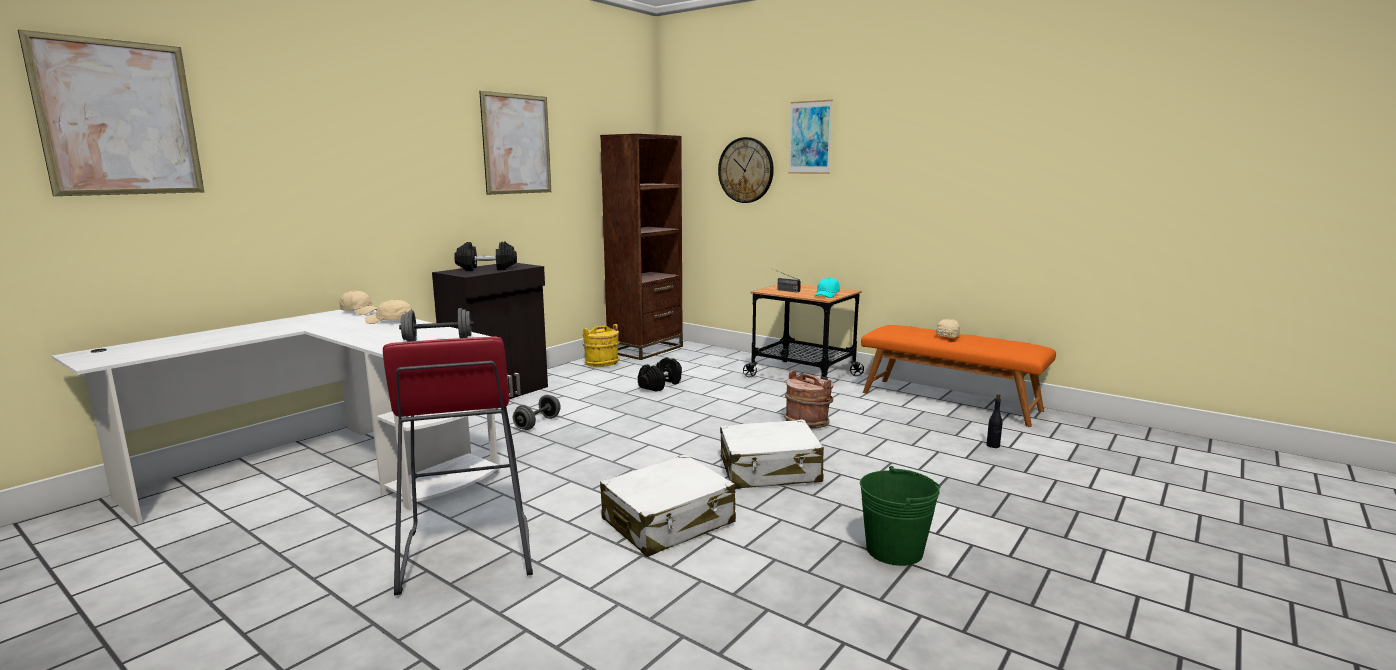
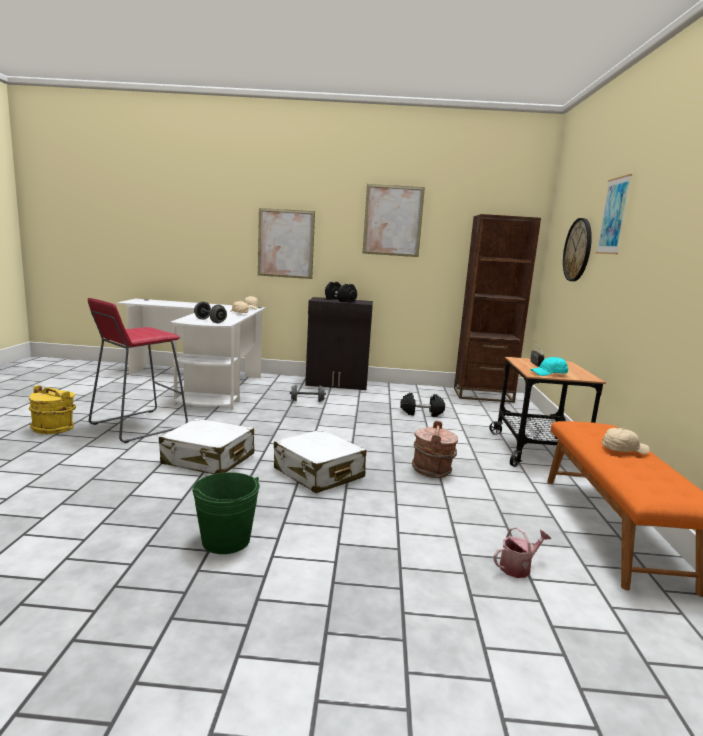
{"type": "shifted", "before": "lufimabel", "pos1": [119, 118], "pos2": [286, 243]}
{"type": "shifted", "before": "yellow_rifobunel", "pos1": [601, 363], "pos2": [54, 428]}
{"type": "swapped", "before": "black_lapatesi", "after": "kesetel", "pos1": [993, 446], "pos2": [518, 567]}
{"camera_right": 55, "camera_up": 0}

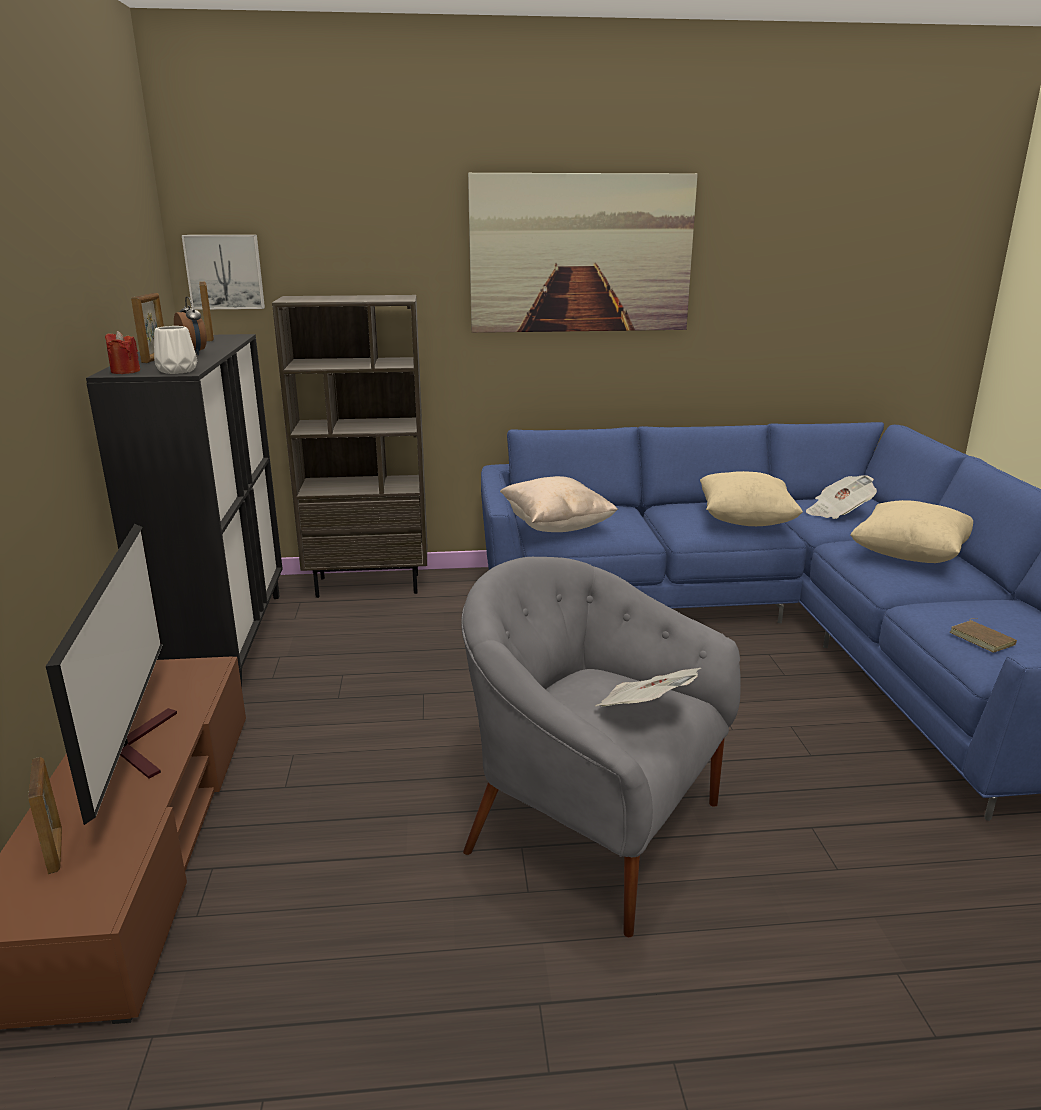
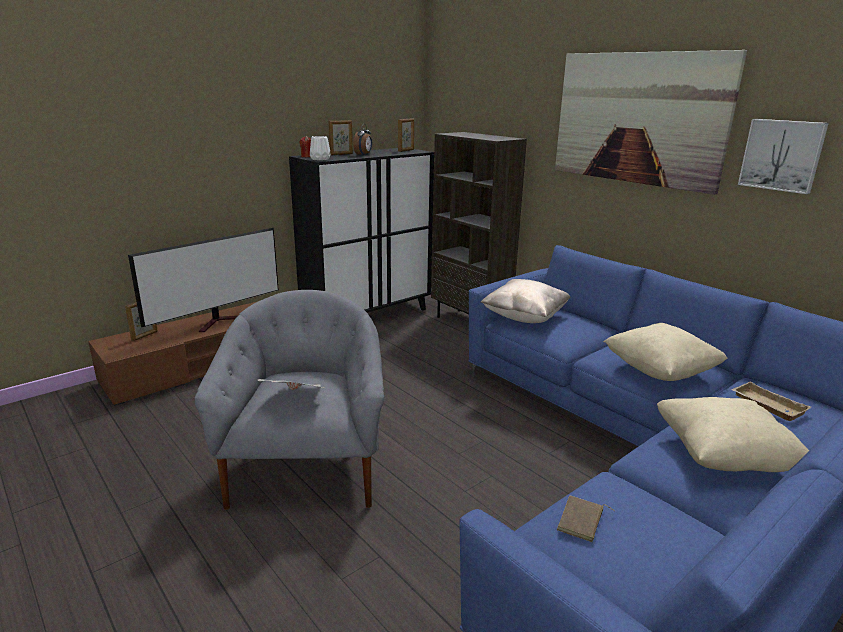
{"type": "shifted", "before": "lufimabel", "pos1": [225, 272], "pos2": [782, 155]}
{"type": "swapped", "before": "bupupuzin", "after": "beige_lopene", "pos1": [838, 513], "pos2": [766, 405]}
{"camera_right": 55, "camera_up": 0}

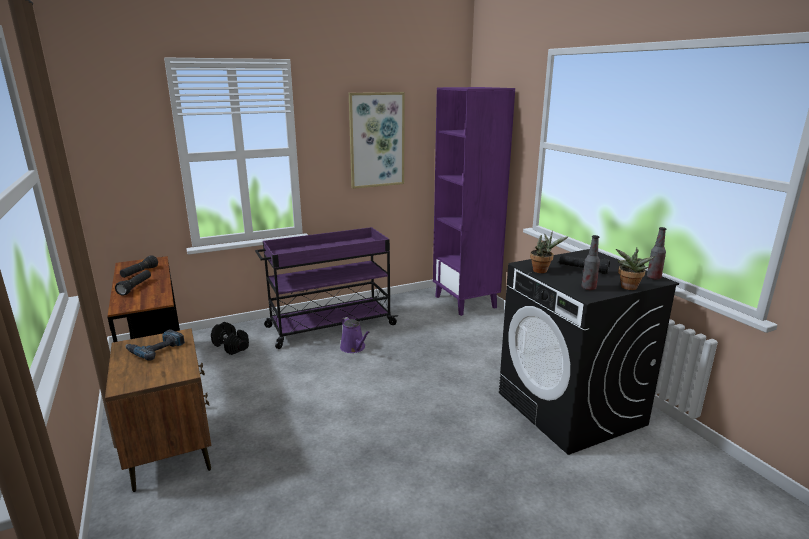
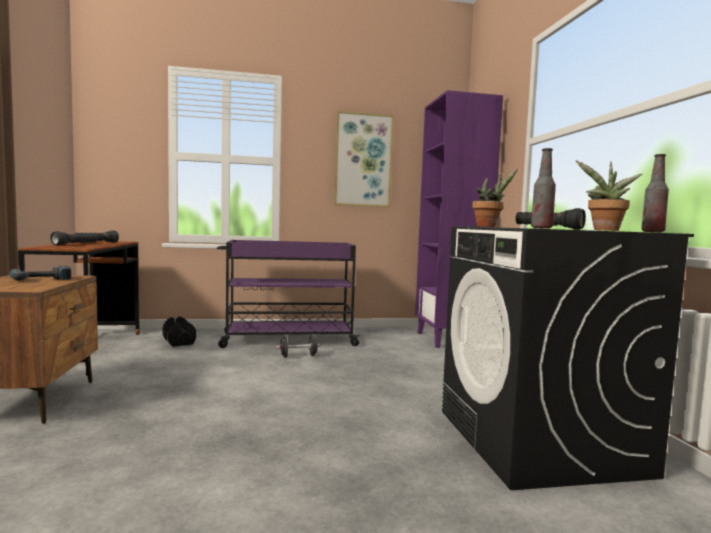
{"type": "swapped", "before": "purple_kesetel", "after": "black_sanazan", "pos1": [354, 348], "pos2": [298, 356]}
{"camera_right": 15, "camera_up": -15}

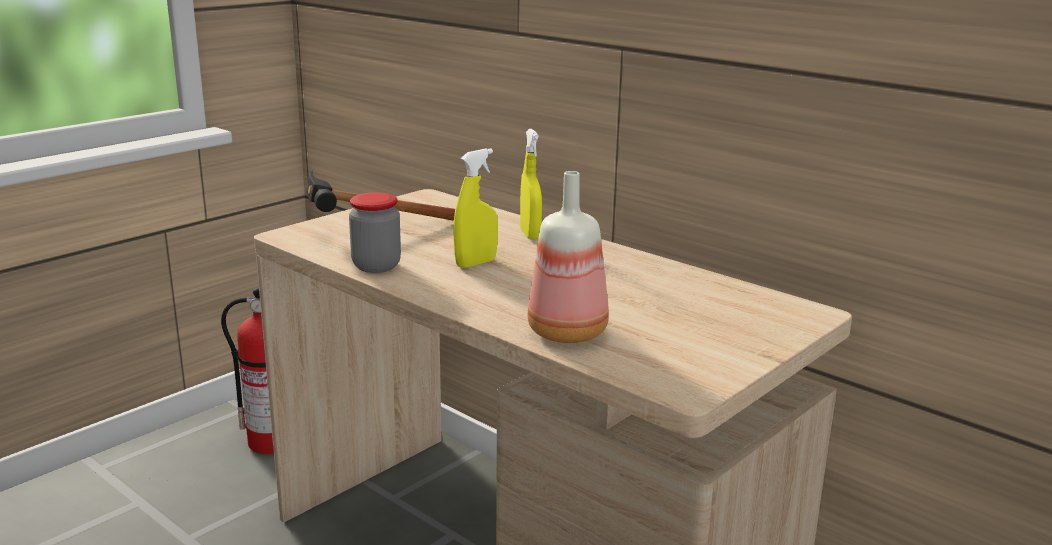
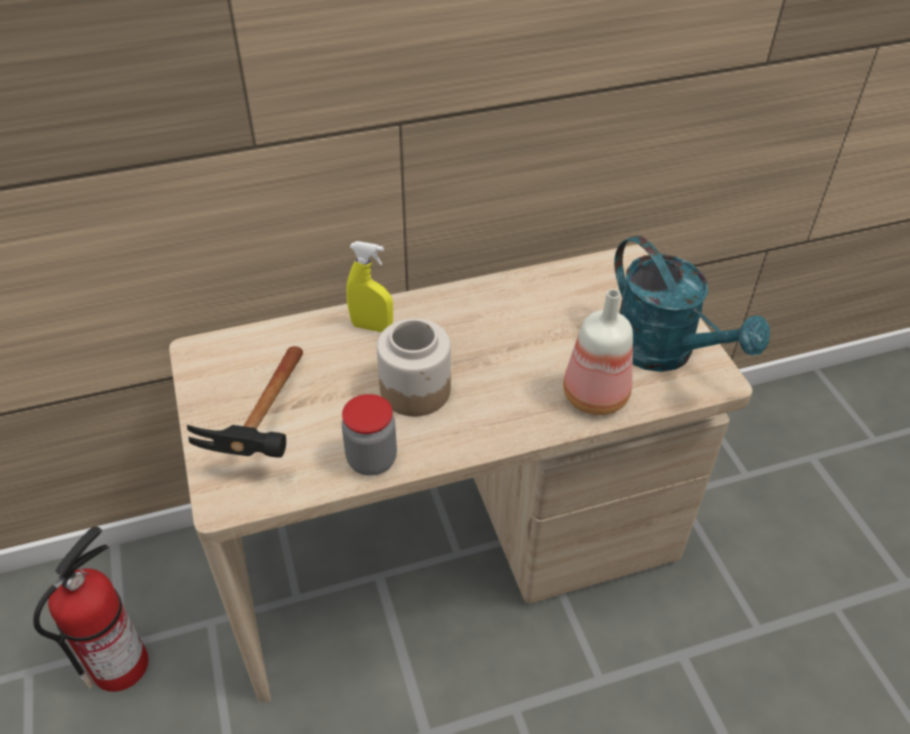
{"type": "swapped", "before": "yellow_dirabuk", "after": "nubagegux", "pos1": [476, 263], "pos2": [416, 389]}
{"type": "new", "after": "turquoise_kesetel", "pos2": [665, 353]}
{"camera_right": -60, "camera_up": 25}

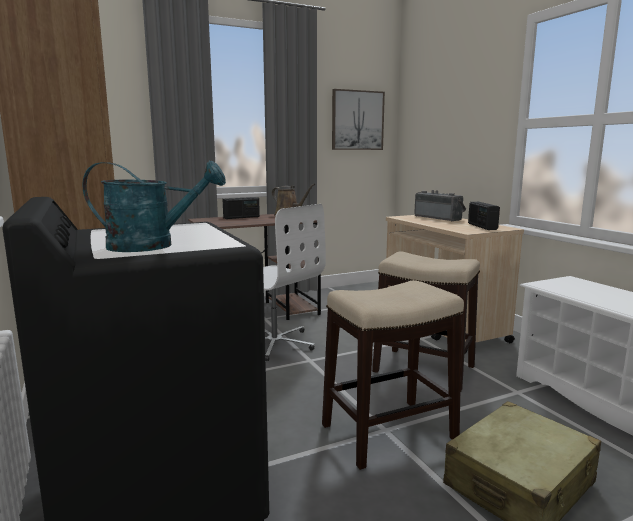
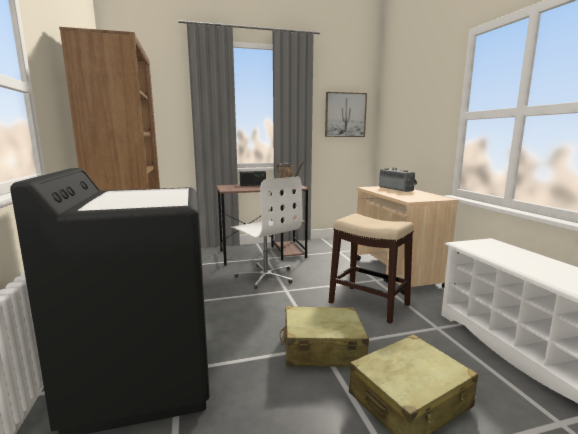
{"type": "gone", "before": "turquoise_kesetel", "pos1": [153, 246]}
{"type": "swapped", "before": "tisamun", "after": "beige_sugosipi", "pos1": [387, 432], "pos2": [322, 349]}
{"type": "gone", "before": "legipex", "pos1": [482, 226]}
{"camera_right": 10, "camera_up": 0}

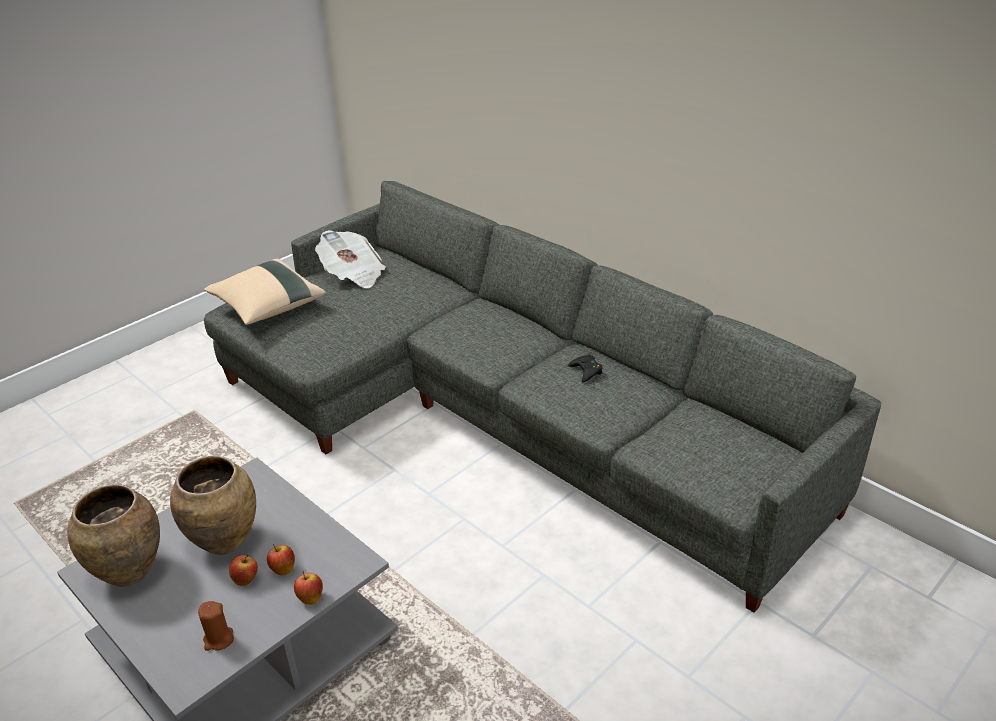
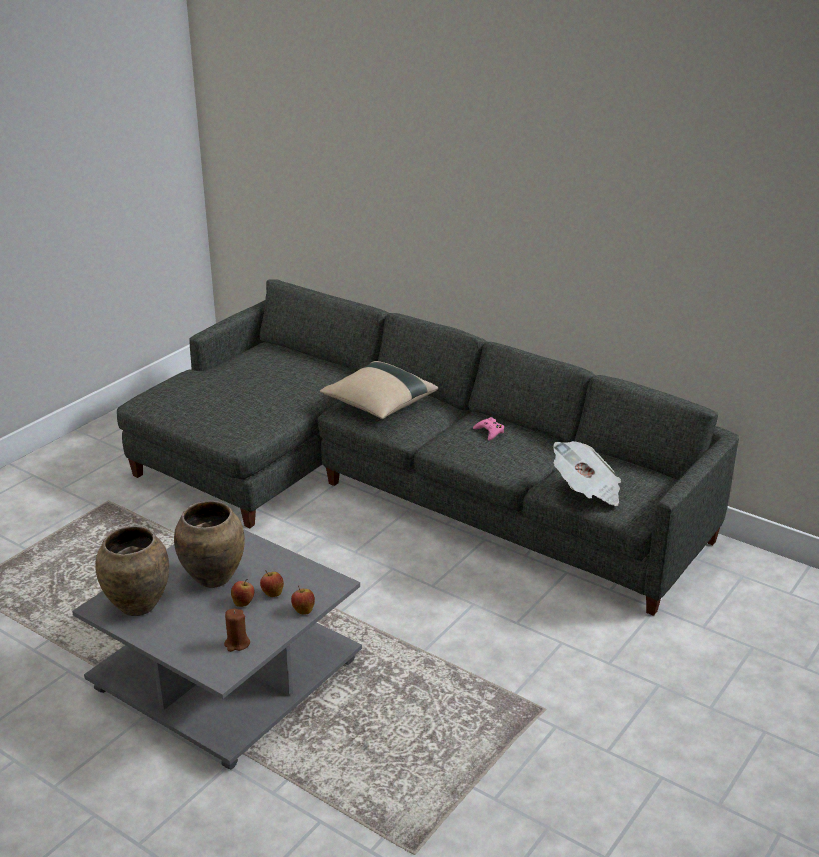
{"type": "shifted", "before": "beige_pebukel", "pos1": [267, 307], "pos2": [379, 405]}
{"type": "shifted", "before": "bupupuzin", "pos1": [353, 274], "pos2": [587, 490]}
{"type": "repainted", "before": "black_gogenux", "after": "pink_gogenux", "pos1": [586, 371], "pos2": [489, 432]}
{"camera_right": -10, "camera_up": -5}

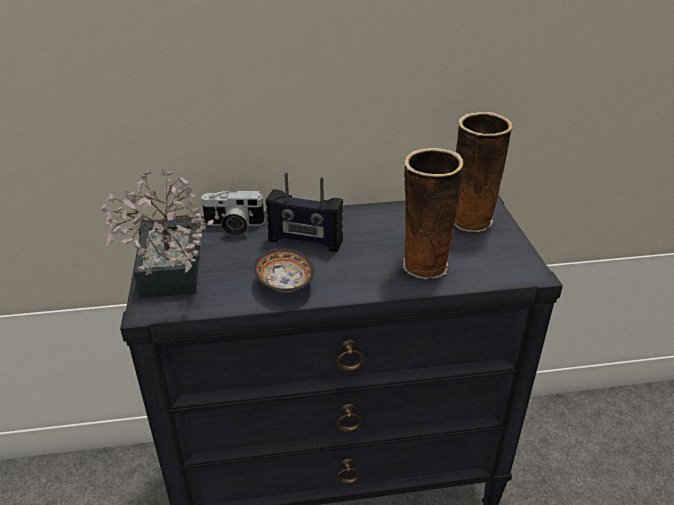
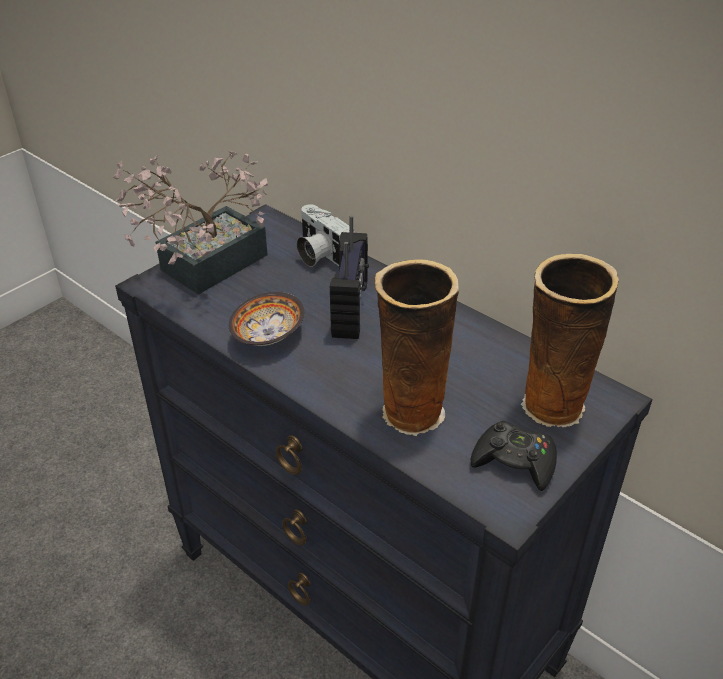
{"type": "rotated", "before": "legipex", "pos1": [305, 241], "pos2": [351, 309], "turn": -150}
{"type": "new", "after": "black_gogenux", "pos2": [514, 461]}
{"camera_right": 50, "camera_up": 5}

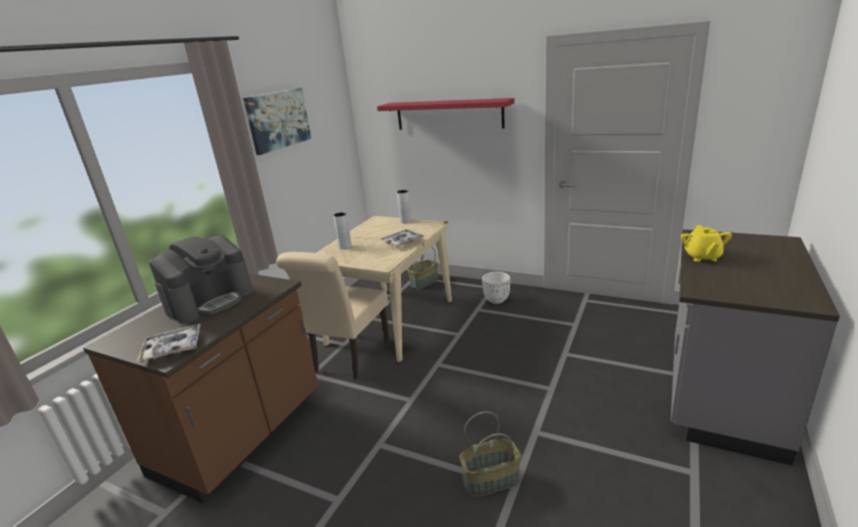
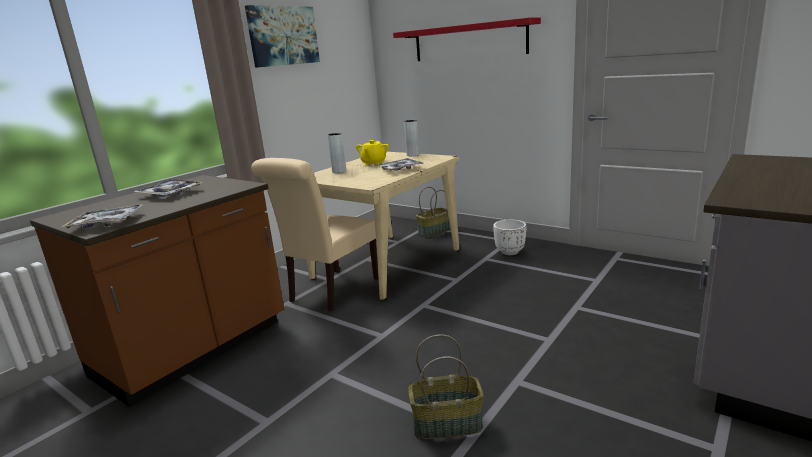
{"type": "swapped", "before": "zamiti", "after": "lopene", "pos1": [210, 301], "pos2": [170, 193]}
{"type": "shifted", "before": "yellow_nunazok", "pos1": [702, 257], "pos2": [373, 163]}
{"camera_right": 10, "camera_up": -5}

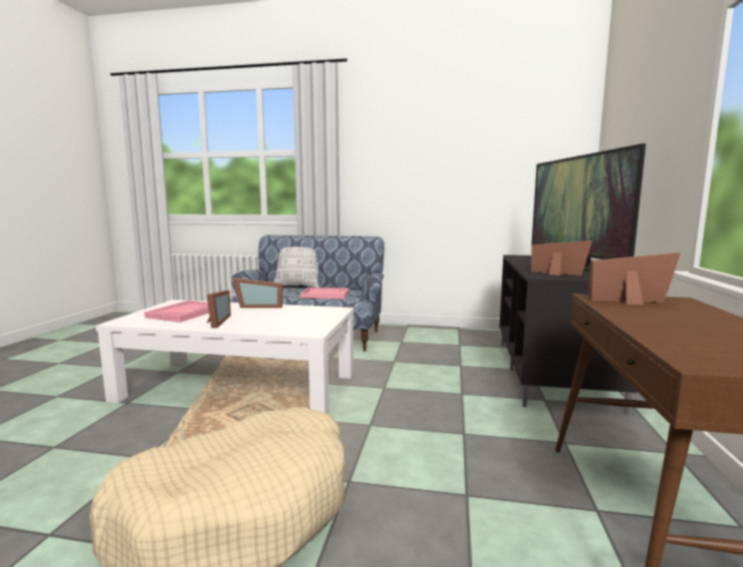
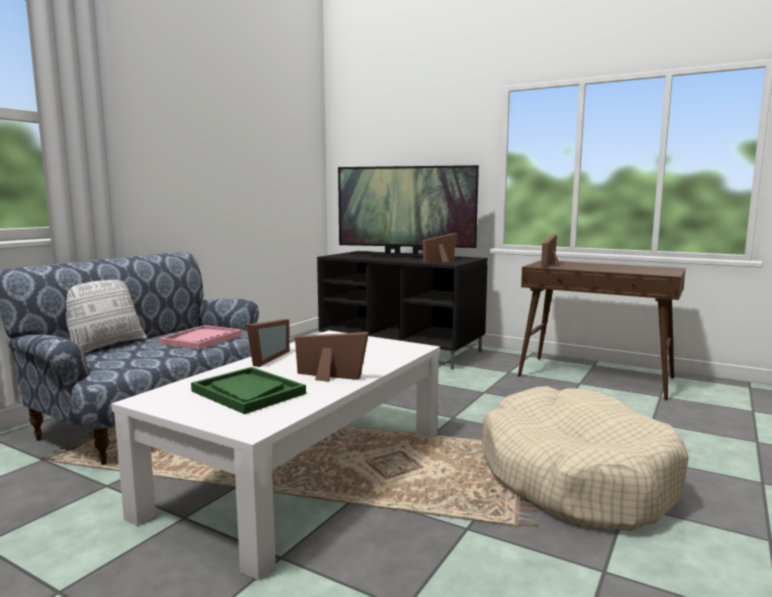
{"type": "repainted", "before": "pink_lopene", "after": "green_lopene", "pos1": [184, 313], "pos2": [248, 392]}
{"camera_right": -70, "camera_up": 0}

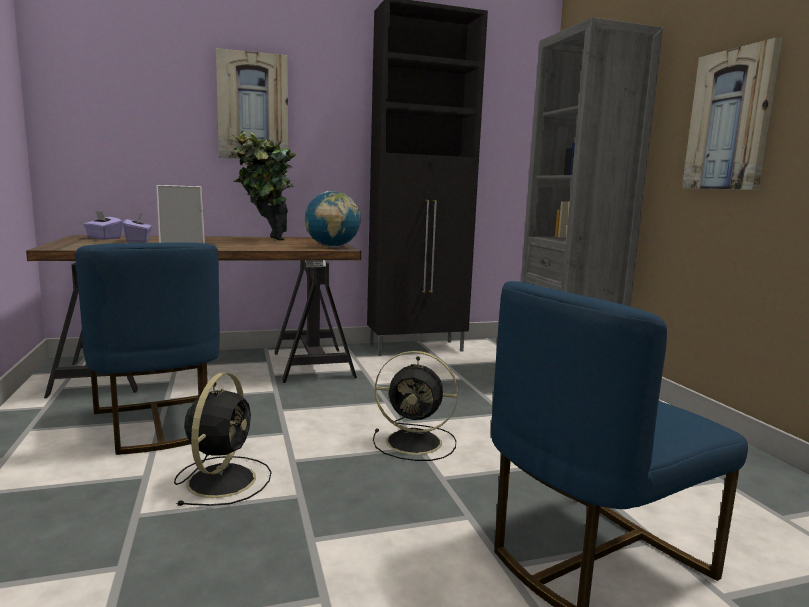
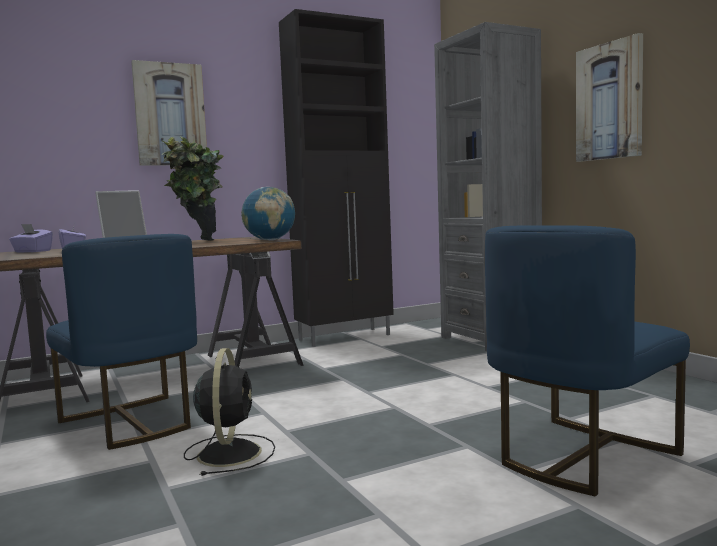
{"type": "gone", "before": "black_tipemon", "pos1": [416, 442]}
{"camera_right": -10, "camera_up": -5}

